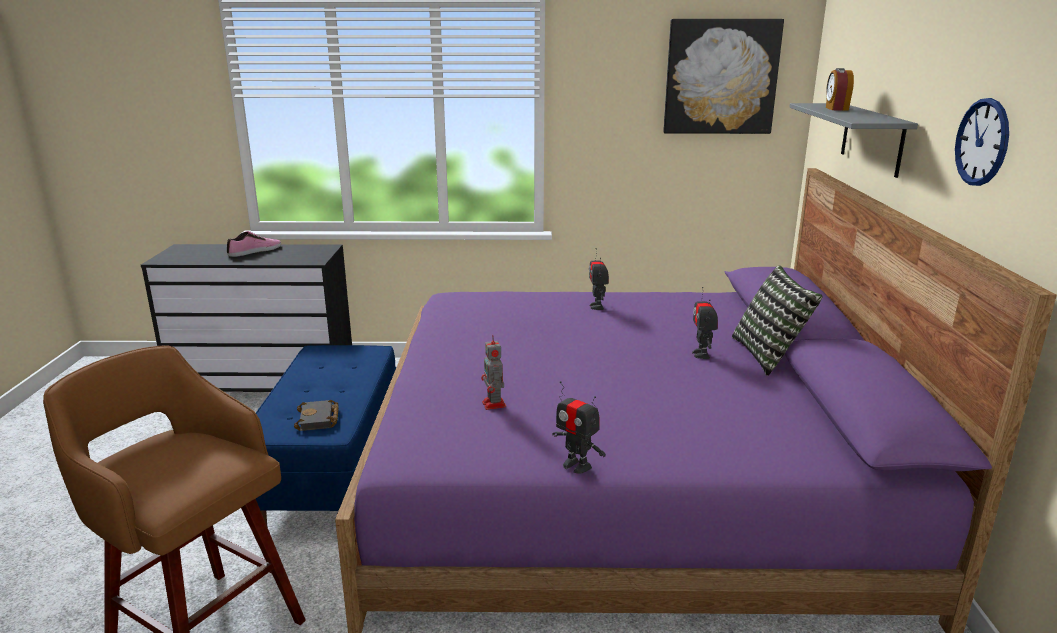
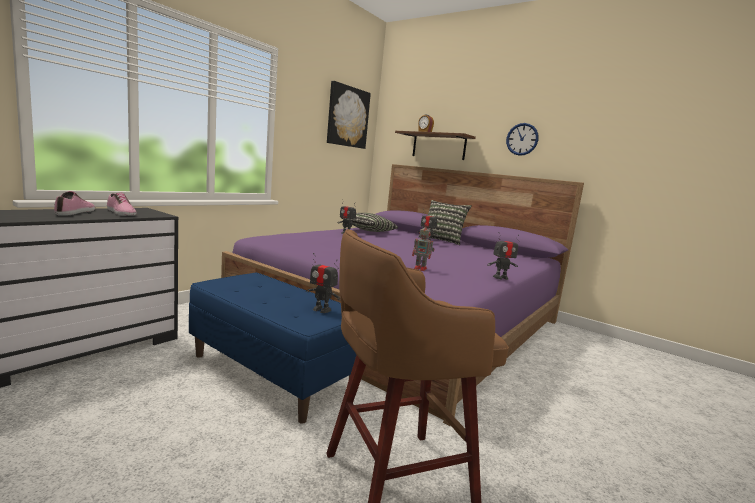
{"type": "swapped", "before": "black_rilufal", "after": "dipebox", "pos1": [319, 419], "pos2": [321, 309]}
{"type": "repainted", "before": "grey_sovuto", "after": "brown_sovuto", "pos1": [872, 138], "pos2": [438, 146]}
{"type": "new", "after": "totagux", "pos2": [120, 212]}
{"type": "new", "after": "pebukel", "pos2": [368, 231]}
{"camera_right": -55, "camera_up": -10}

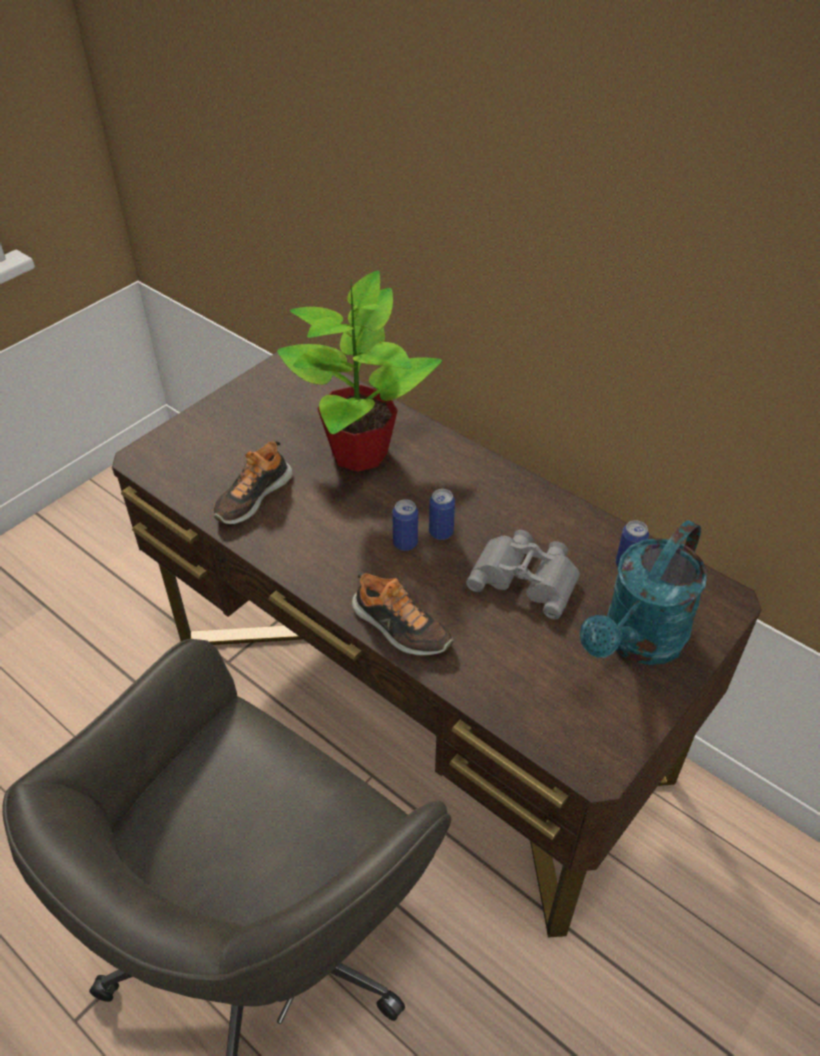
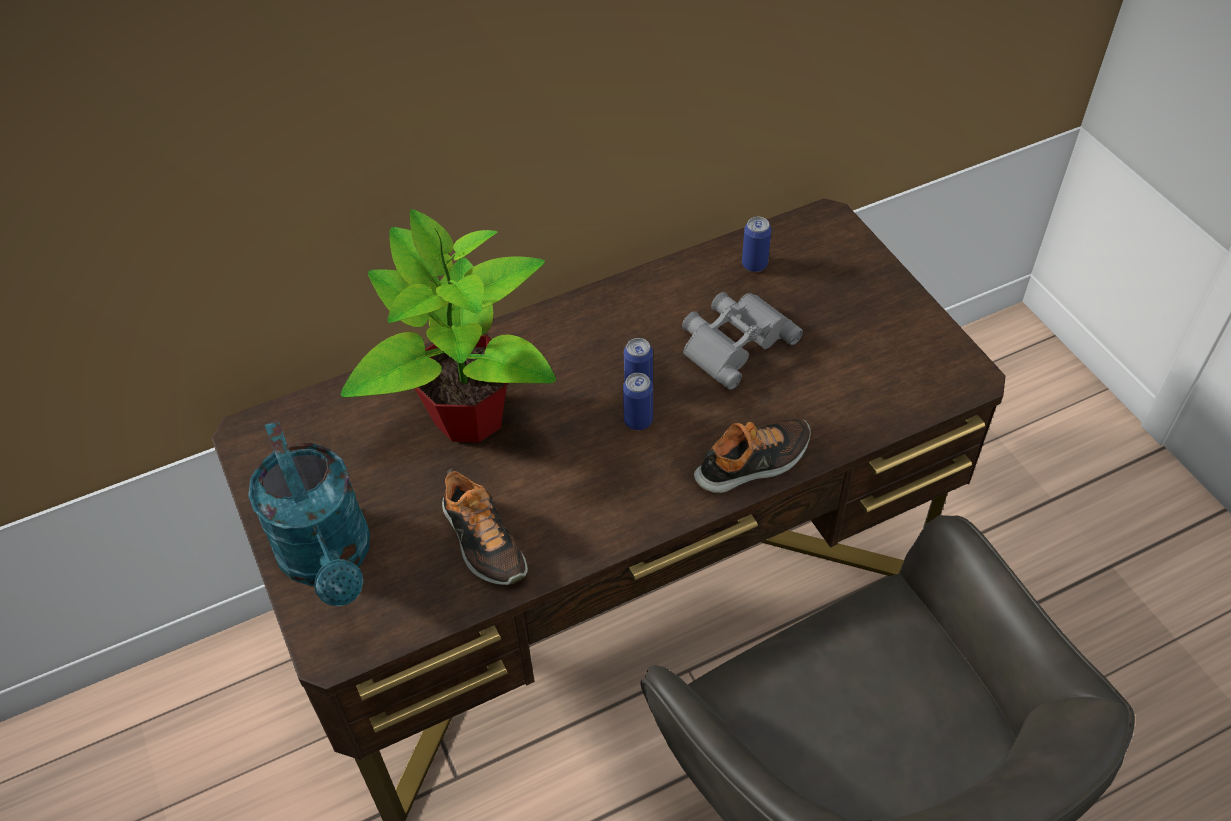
{"type": "shifted", "before": "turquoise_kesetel", "pos1": [637, 642], "pos2": [330, 559]}
{"camera_right": -65, "camera_up": 5}

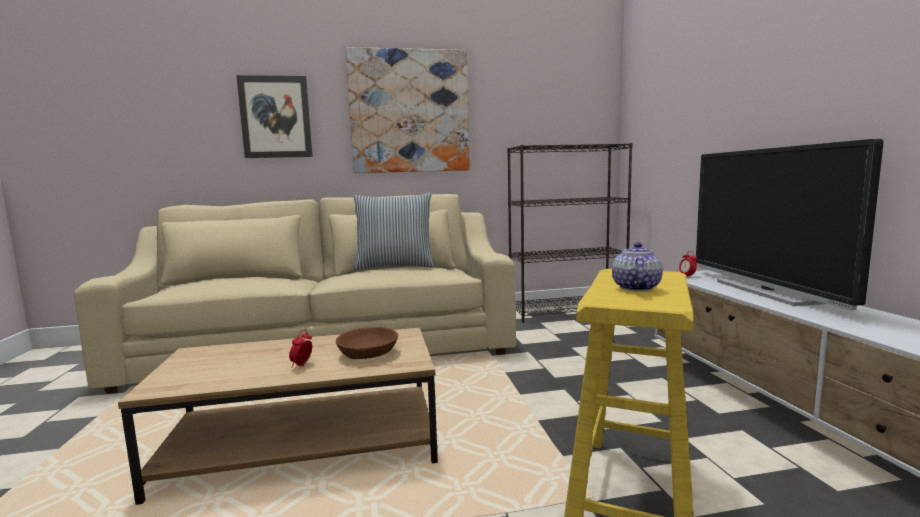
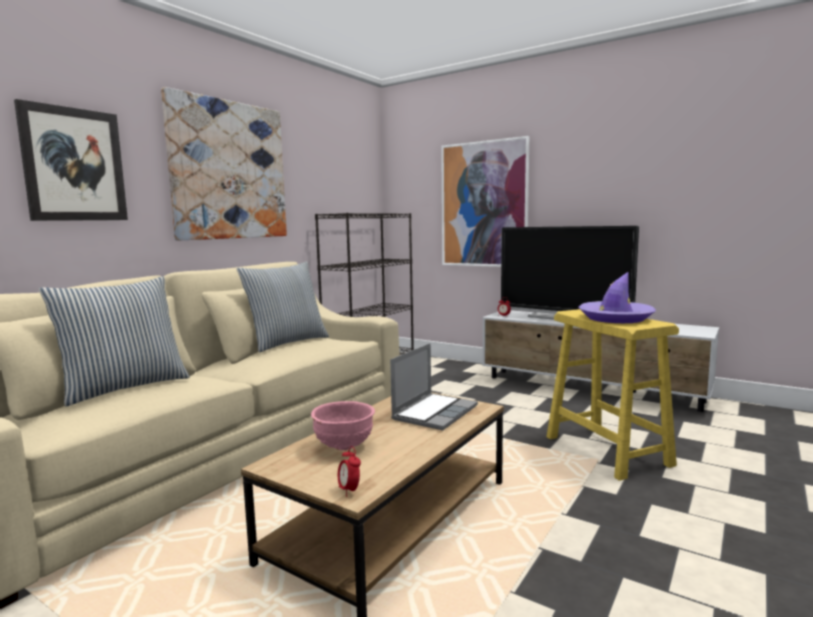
{"type": "shifted", "before": "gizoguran", "pos1": [302, 365], "pos2": [349, 490]}
{"type": "swapped", "before": "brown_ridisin", "after": "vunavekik", "pos1": [368, 354], "pos2": [434, 412]}
{"type": "swapped", "before": "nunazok", "after": "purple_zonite", "pos1": [635, 288], "pos2": [615, 318]}
{"type": "new", "after": "pebukel", "pos2": [125, 387]}
{"type": "new", "after": "pink_ridisin", "pos2": [345, 446]}
{"type": "new", "after": "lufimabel", "pos2": [484, 204]}
{"camera_right": -45, "camera_up": 0}

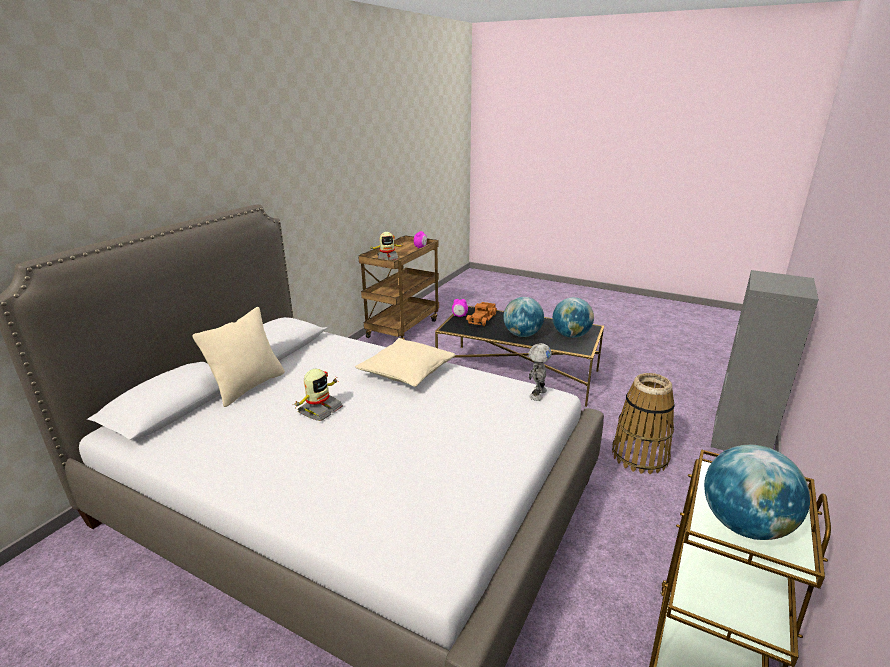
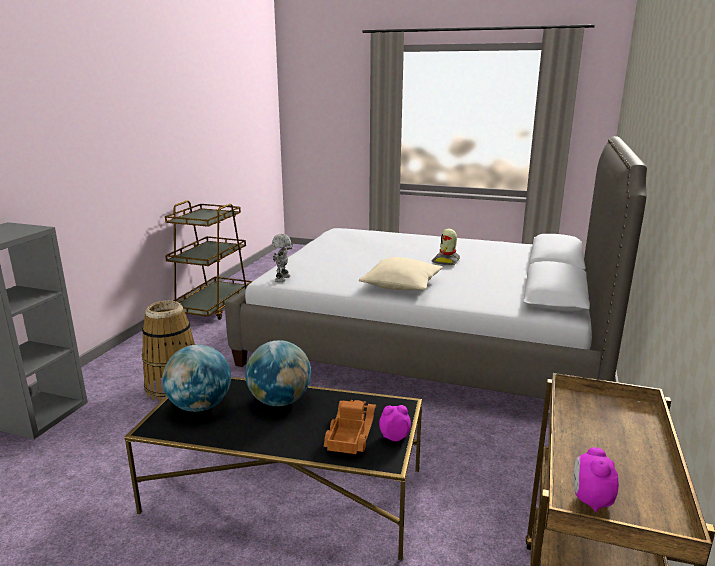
{"type": "gone", "before": "beige_pebukel", "pos1": [248, 386]}
{"type": "gone", "before": "dipebox", "pos1": [387, 258]}
{"type": "gone", "before": "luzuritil", "pos1": [744, 525]}
{"camera_right": 170, "camera_up": -5}

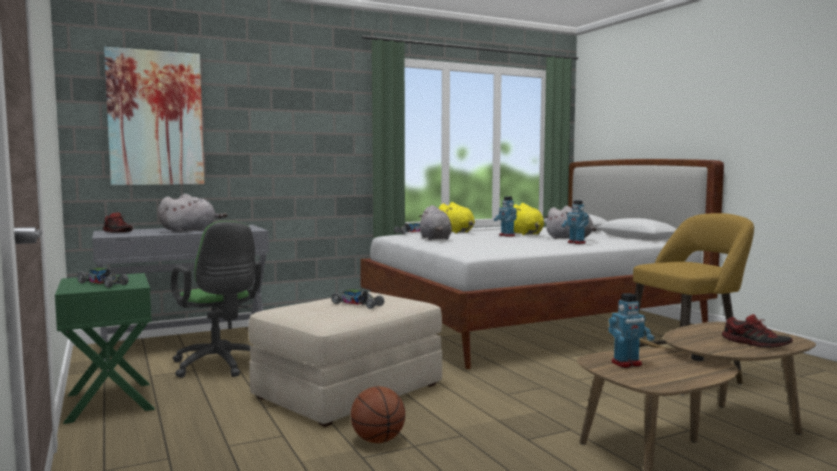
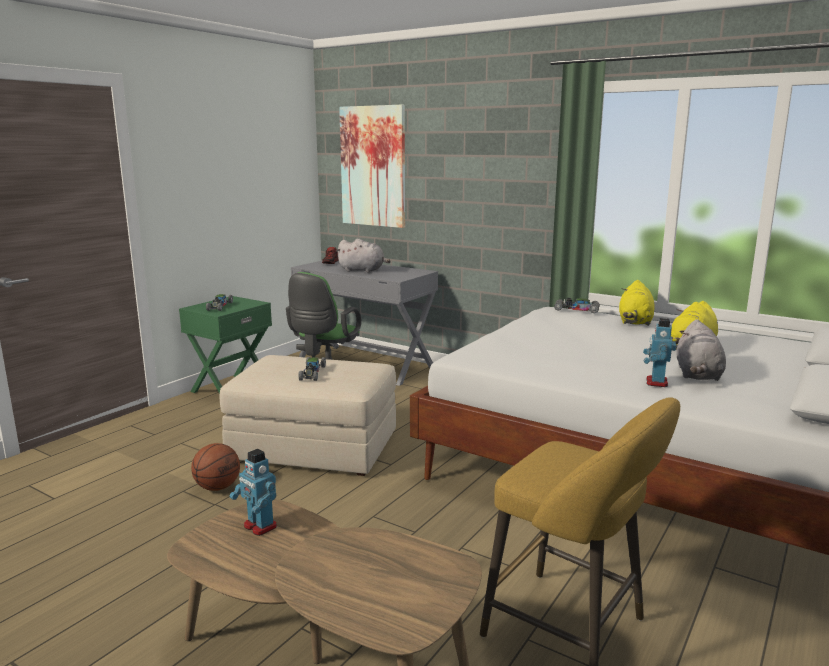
{"type": "gone", "before": "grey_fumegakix", "pos1": [435, 239]}
{"type": "gone", "before": "dipebox", "pos1": [506, 235]}
{"type": "gone", "before": "totagux", "pos1": [755, 344]}
{"camera_right": 60, "camera_up": 10}

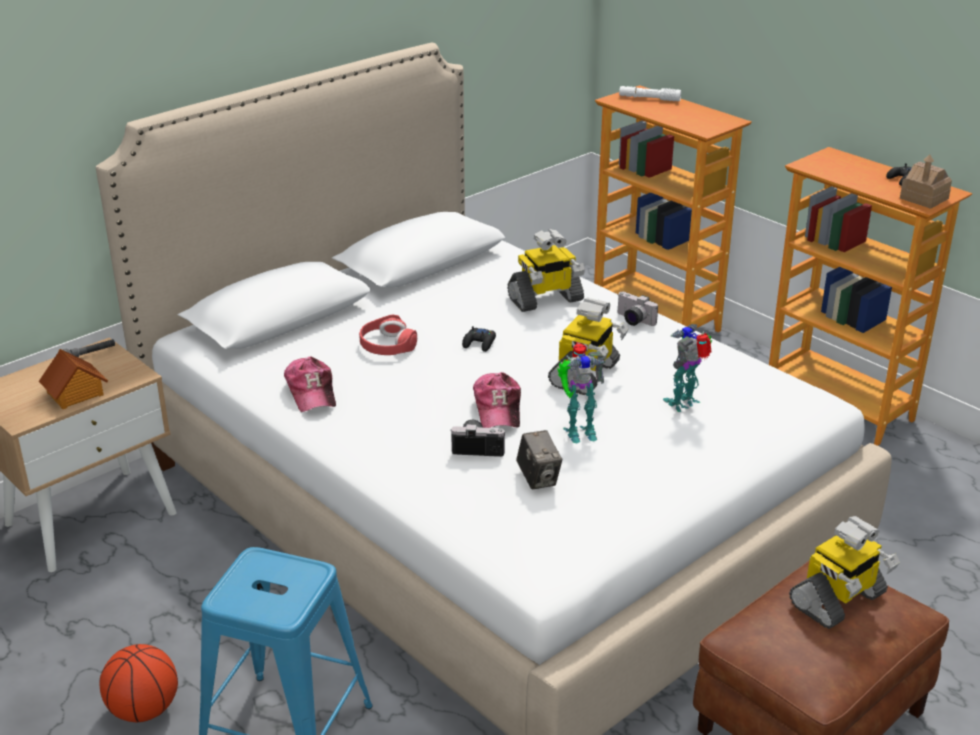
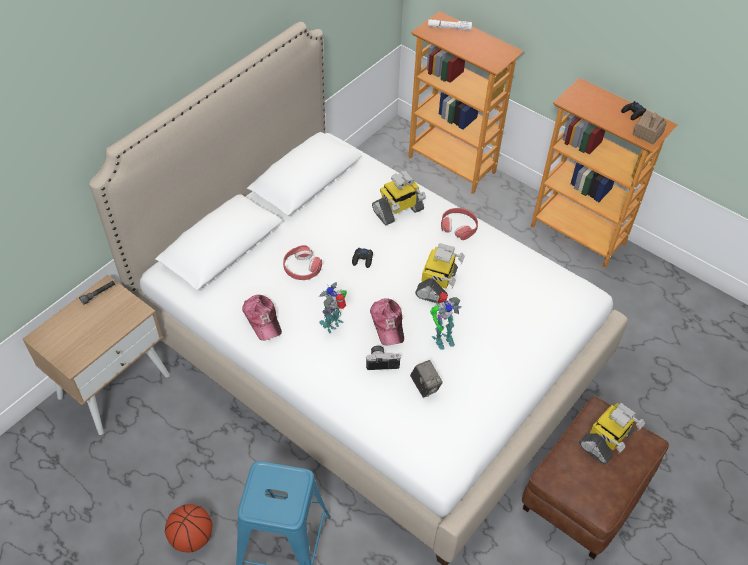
{"type": "gone", "before": "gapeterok", "pos1": [75, 394]}
{"type": "swapped", "before": "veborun", "after": "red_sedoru", "pos1": [633, 320], "pos2": [458, 227]}
{"type": "shifted", "before": "dipebox", "pos1": [685, 403], "pos2": [333, 324]}
{"camera_right": -10, "camera_up": 20}

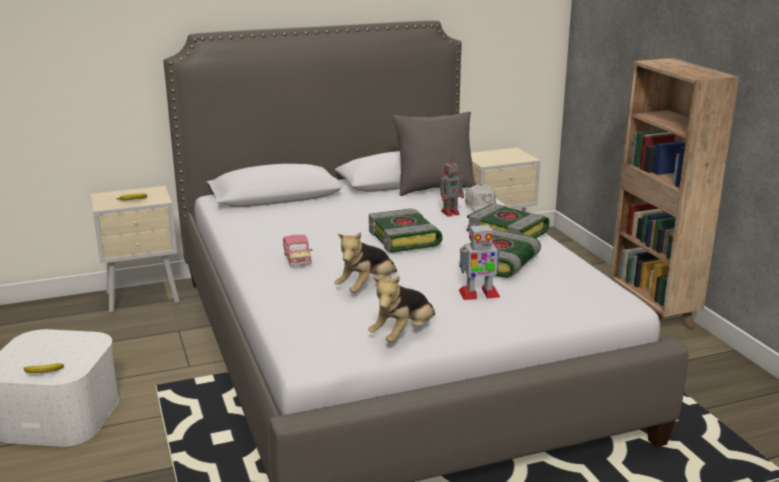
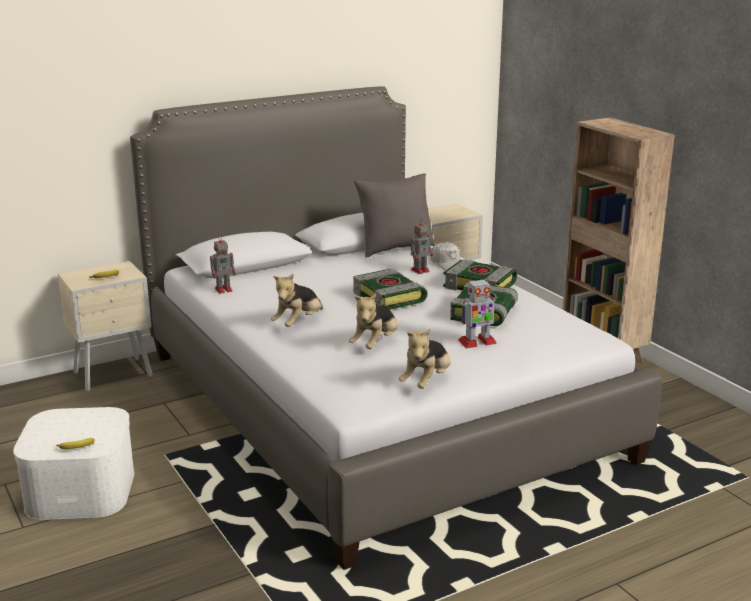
{"type": "swapped", "before": "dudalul", "after": "fumegakix", "pos1": [297, 259], "pos2": [298, 323]}
{"type": "new", "after": "dipebox", "pos2": [224, 289]}
{"camera_right": -10, "camera_up": 0}

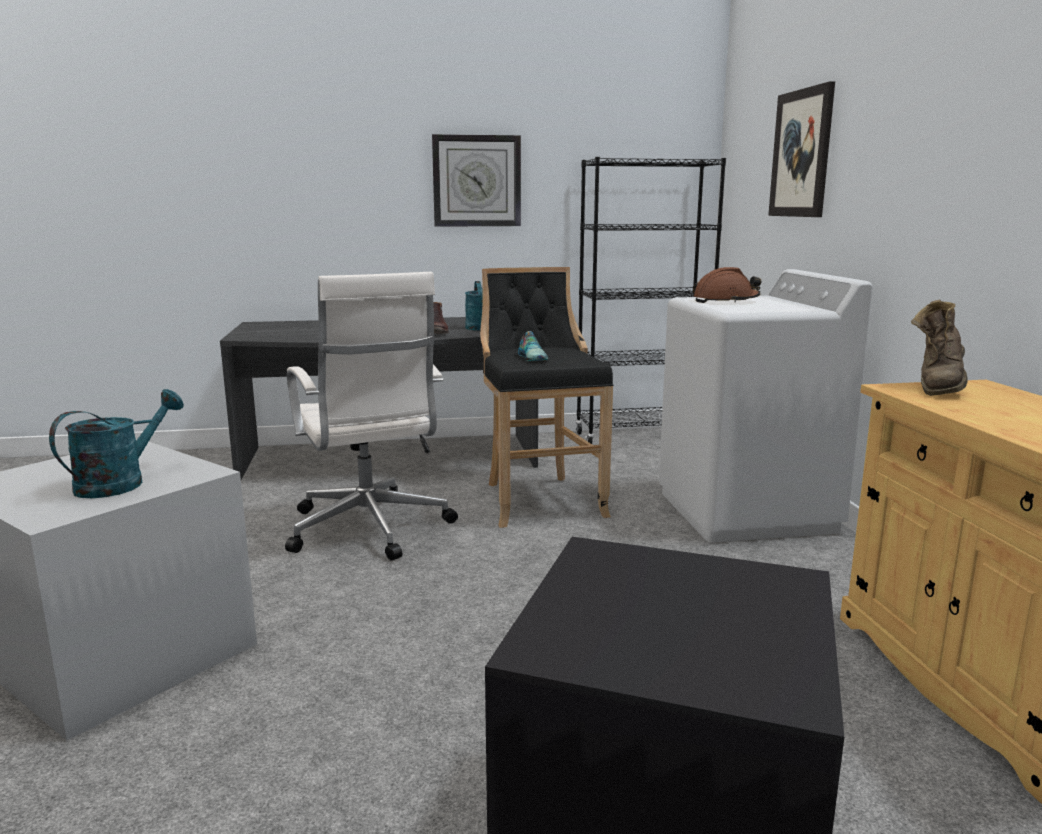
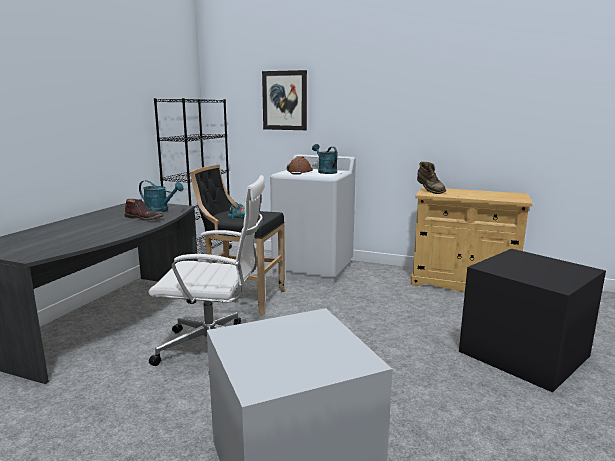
{"type": "shifted", "before": "turquoise_kesetel", "pos1": [120, 483], "pos2": [325, 172]}
{"type": "gone", "before": "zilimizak", "pos1": [476, 181]}
{"camera_right": -60, "camera_up": 0}

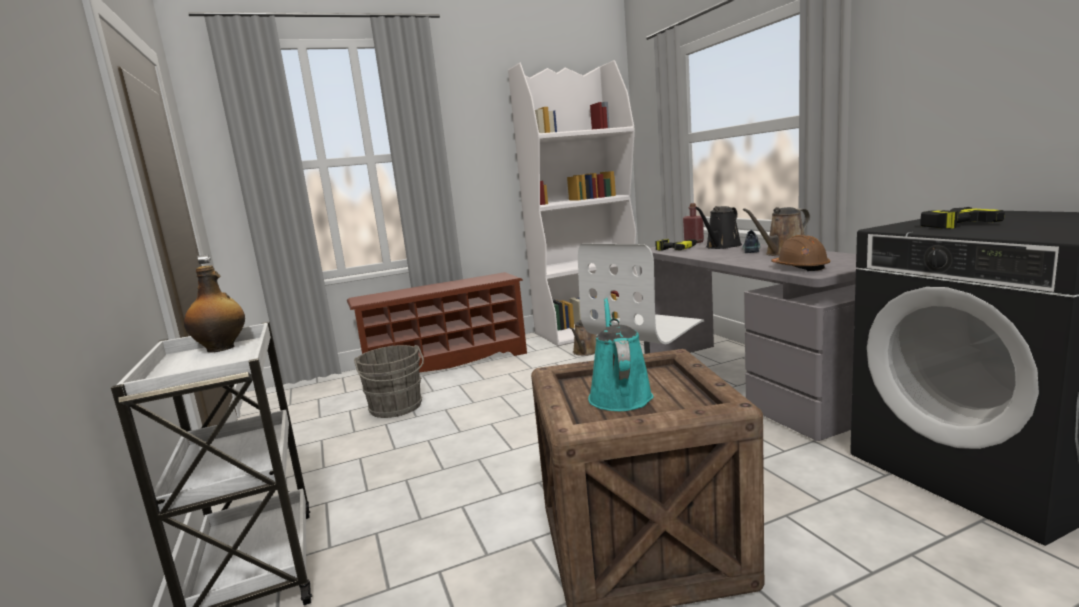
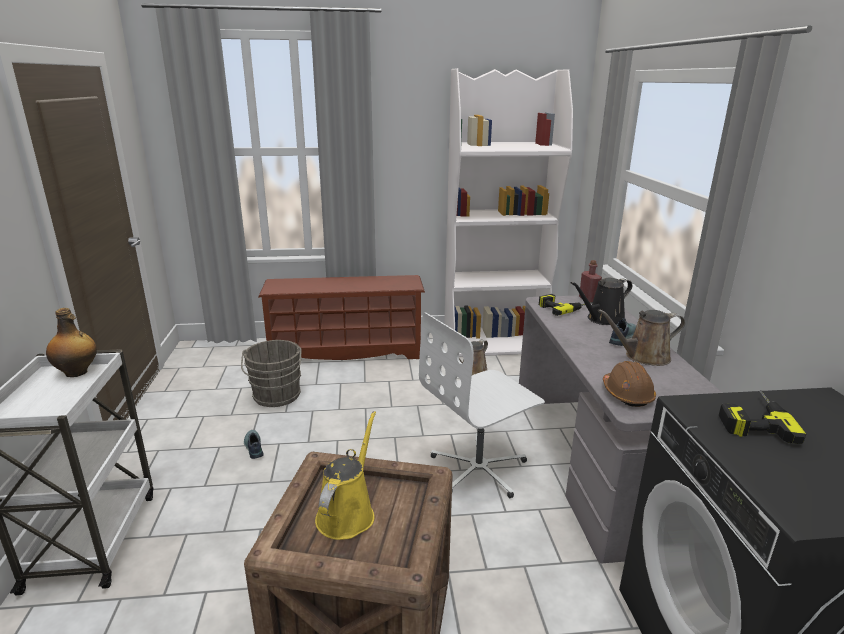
{"type": "repainted", "before": "turquoise_kesetel", "after": "yellow_kesetel", "pos1": [619, 395], "pos2": [348, 513]}
{"type": "new", "after": "totagux", "pos2": [253, 447]}
{"camera_right": 15, "camera_up": 10}

